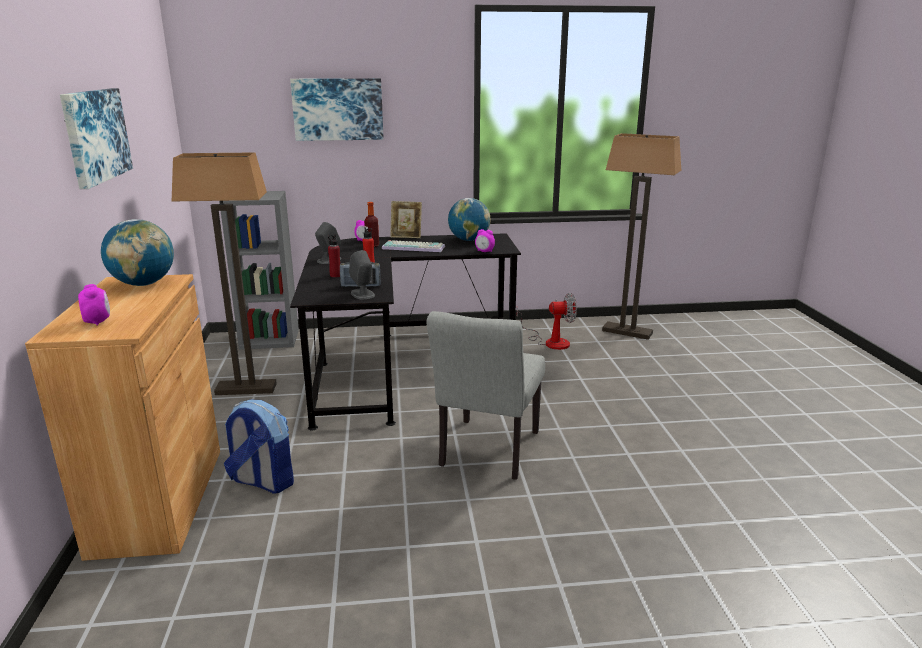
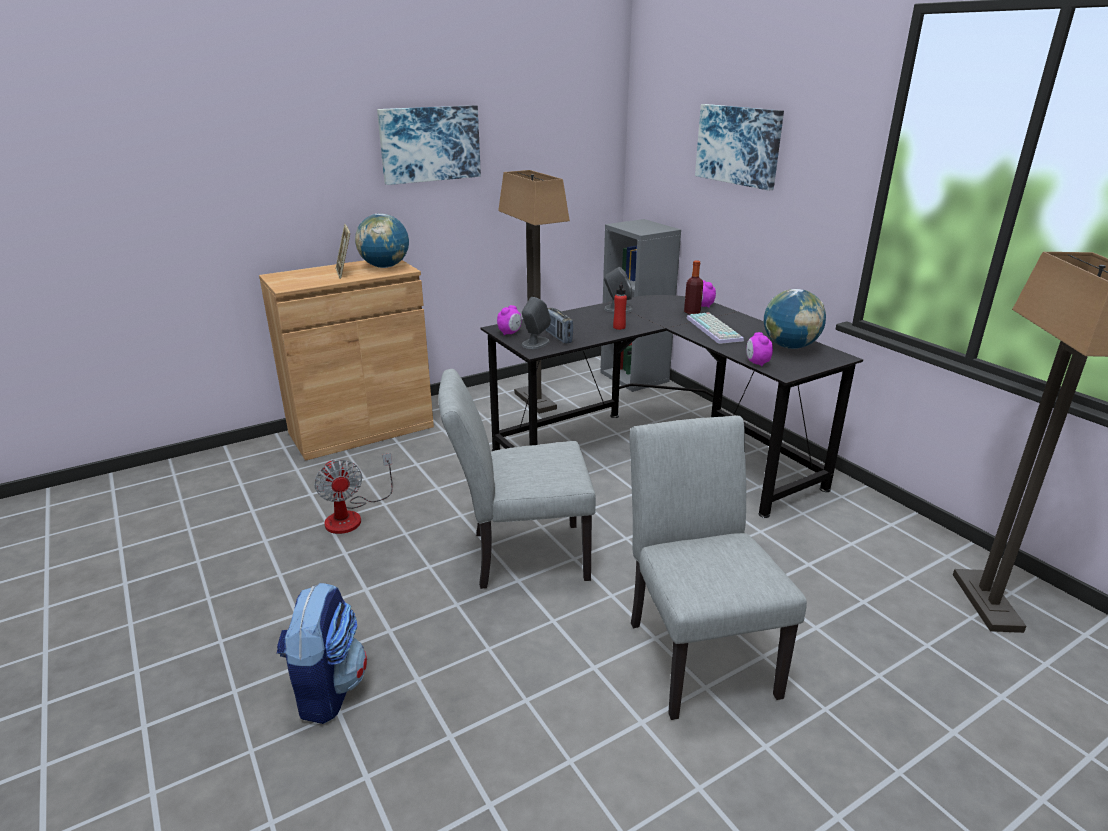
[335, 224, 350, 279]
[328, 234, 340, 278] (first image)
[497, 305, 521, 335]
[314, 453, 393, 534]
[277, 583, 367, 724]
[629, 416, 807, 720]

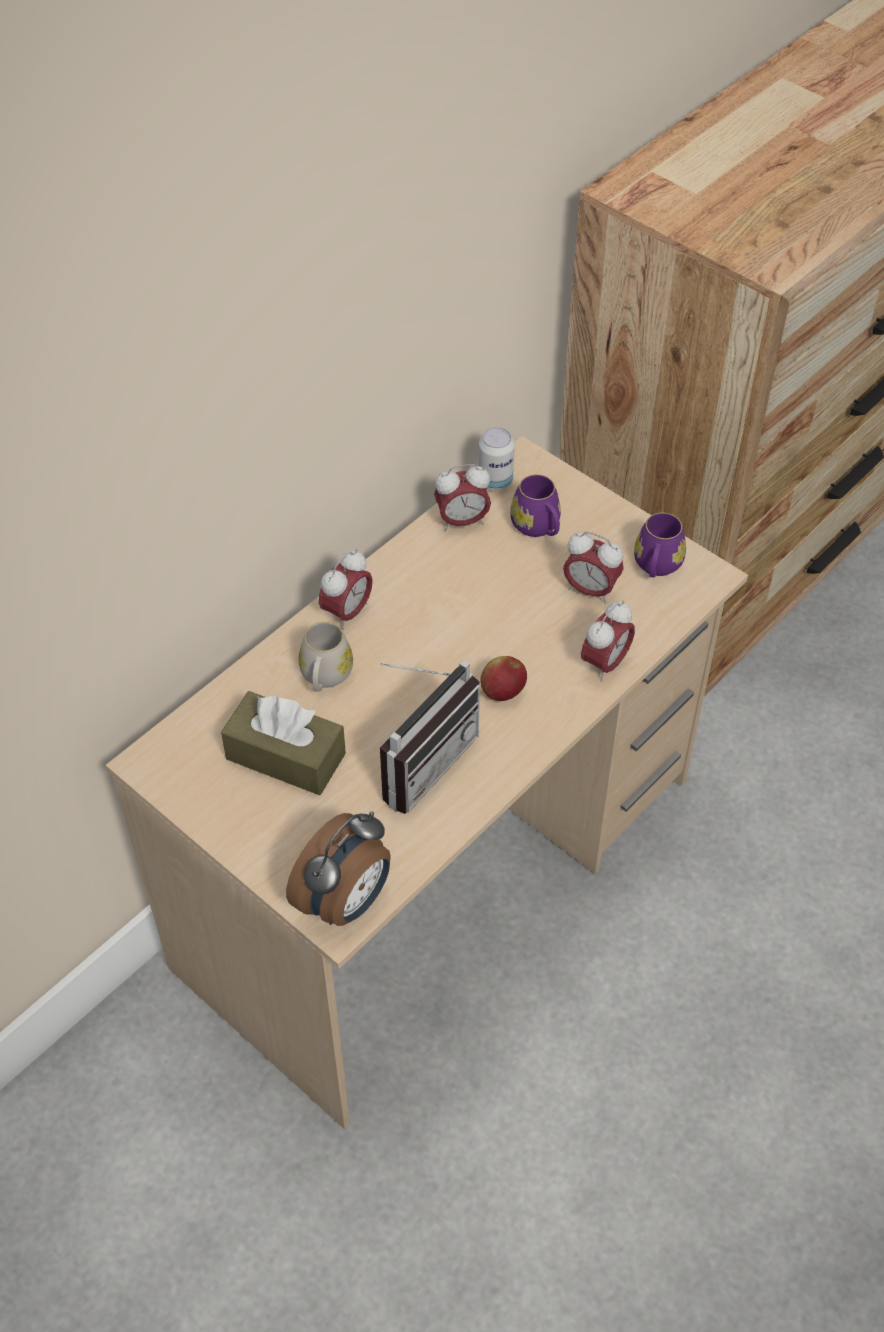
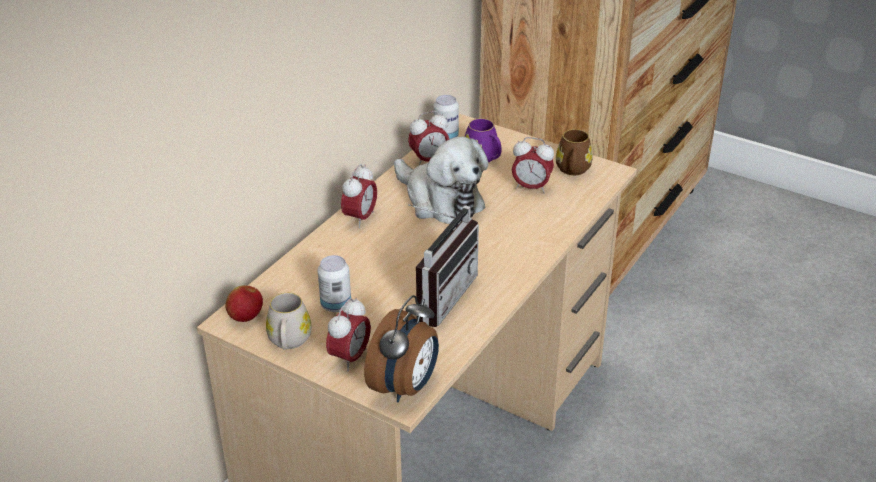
[556, 129, 593, 175]
[326, 297, 371, 371]
[266, 293, 311, 350]
[225, 285, 263, 322]
[318, 255, 351, 312]
[394, 137, 488, 224]

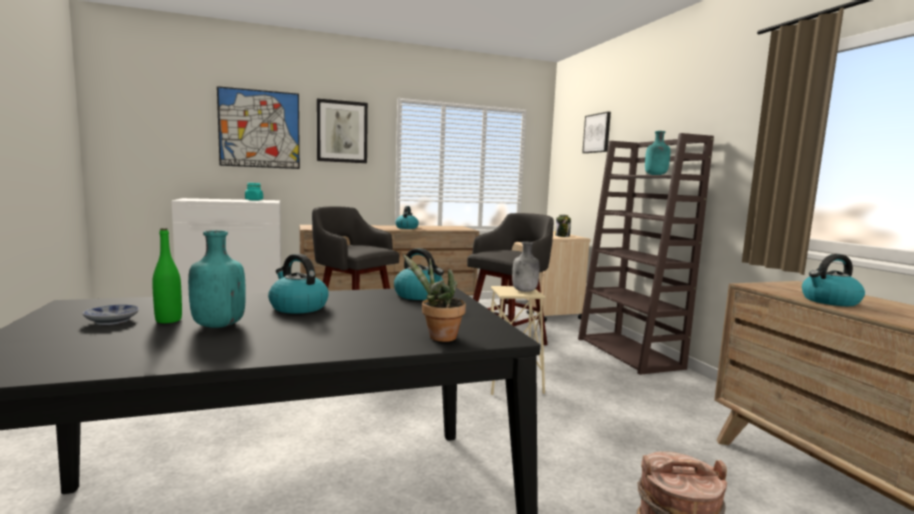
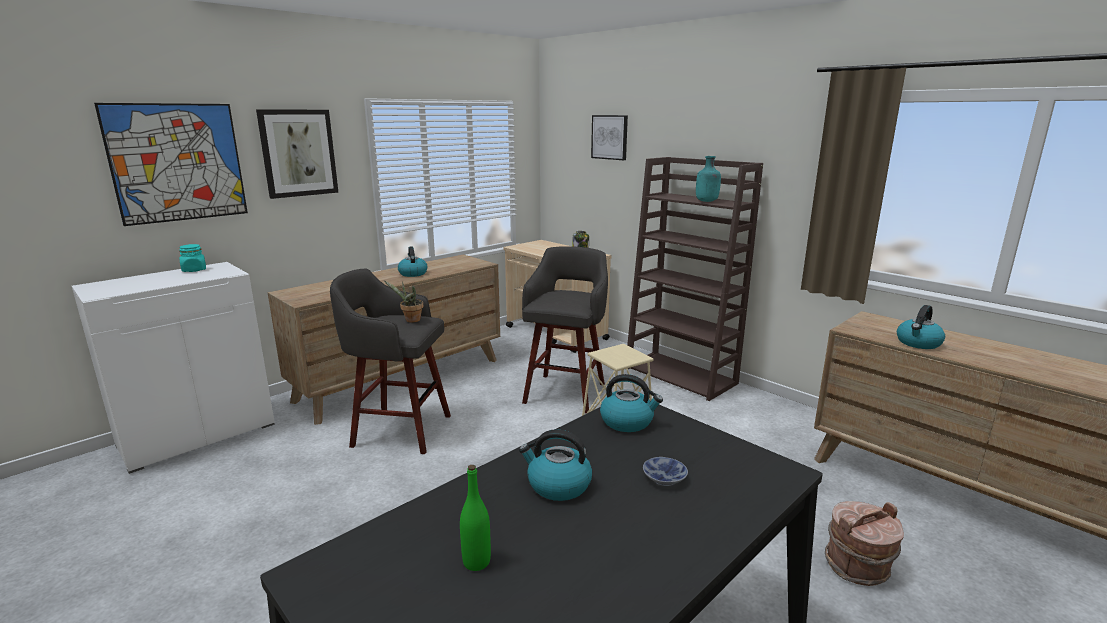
[188, 230, 246, 328] (first image)
[512, 241, 539, 292] (first image)
[384, 281, 423, 323]
[643, 457, 688, 486]

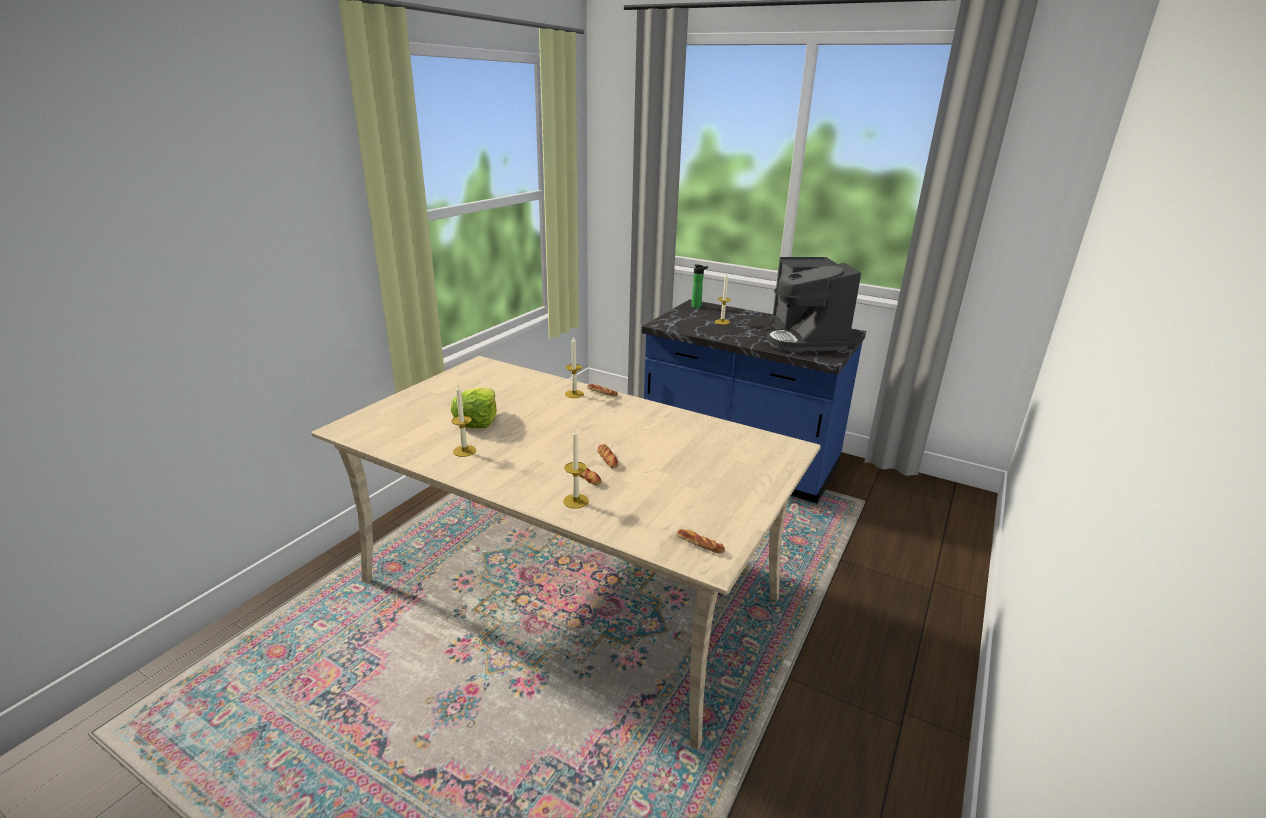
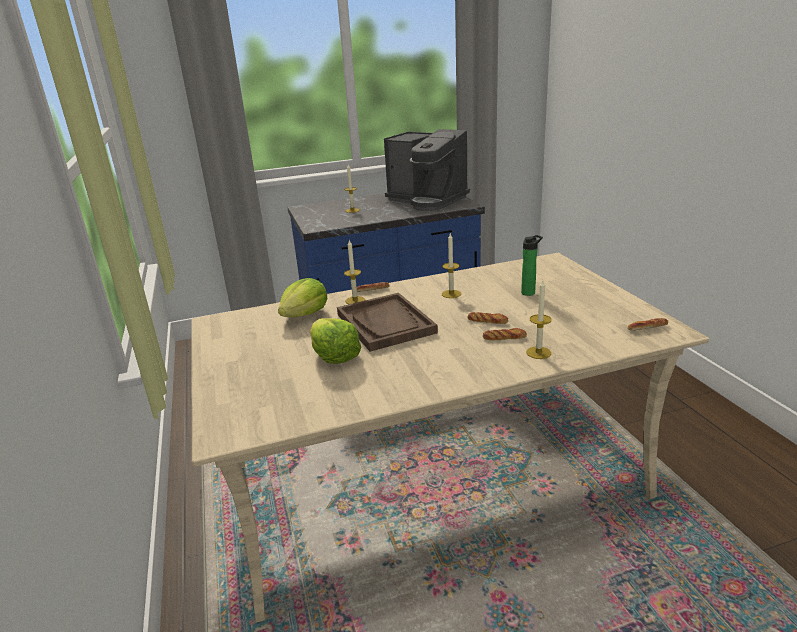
[521, 235, 543, 296]
[442, 233, 461, 298]
[278, 278, 327, 317]
[337, 293, 438, 352]

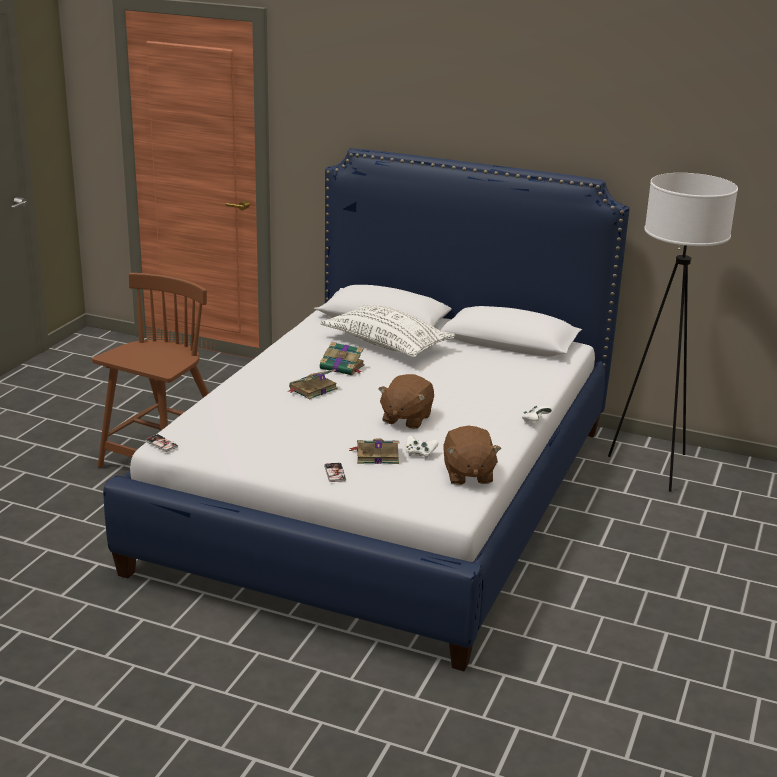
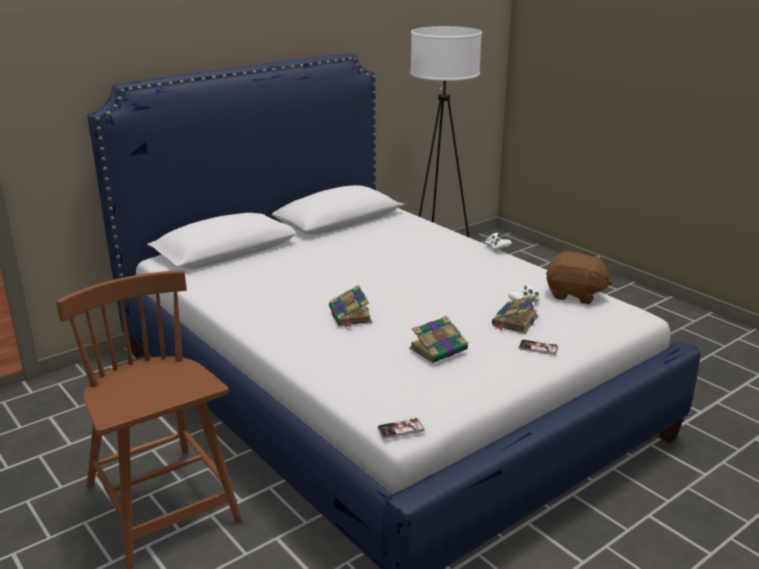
[320, 305, 455, 357] (first image)
[409, 316, 470, 363]
[378, 374, 434, 429] (first image)

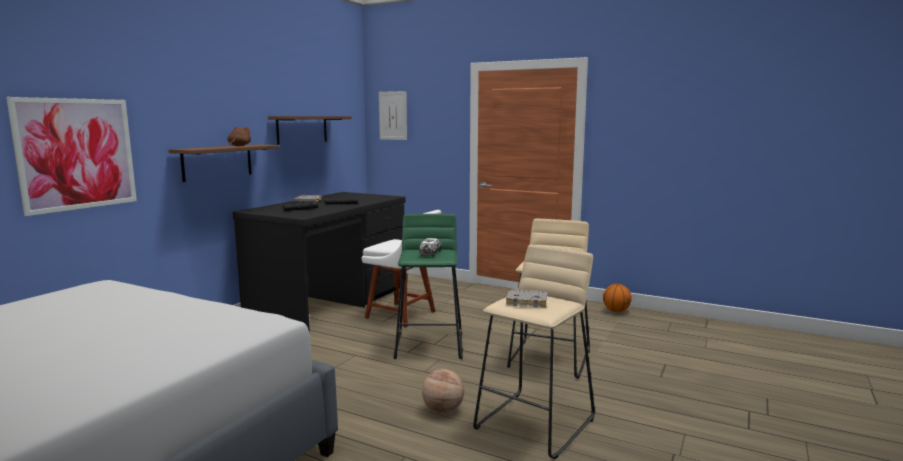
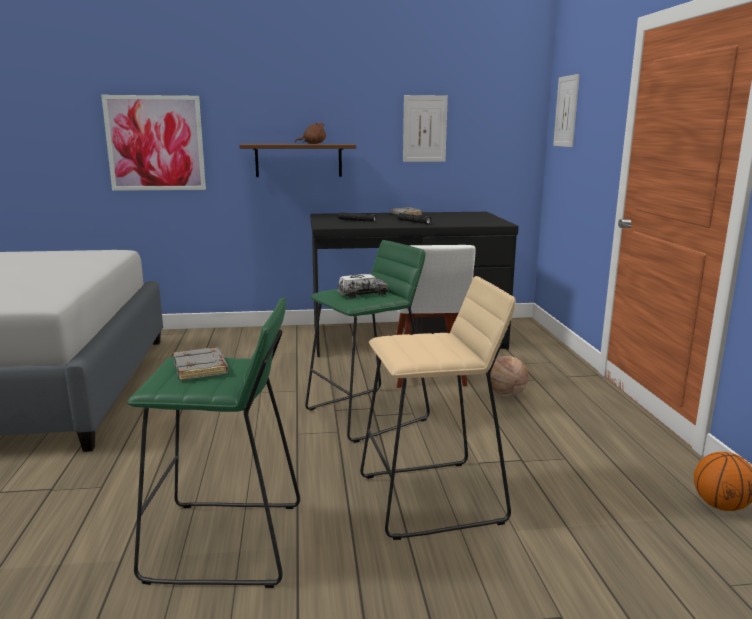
[403, 95, 448, 162]
[127, 297, 300, 588]
[490, 356, 528, 397]

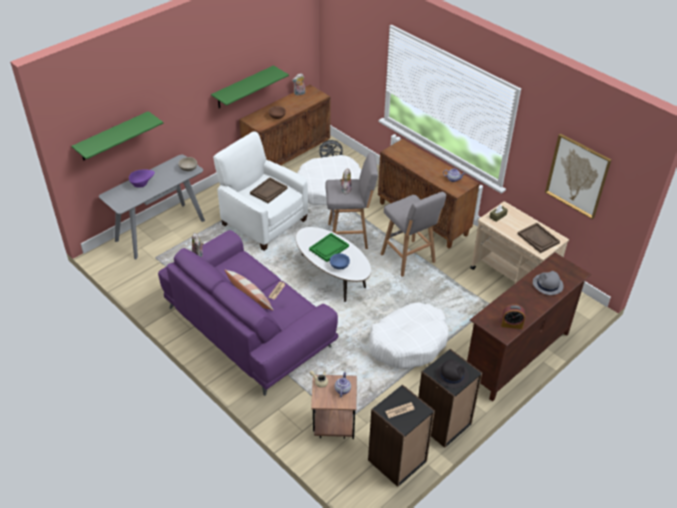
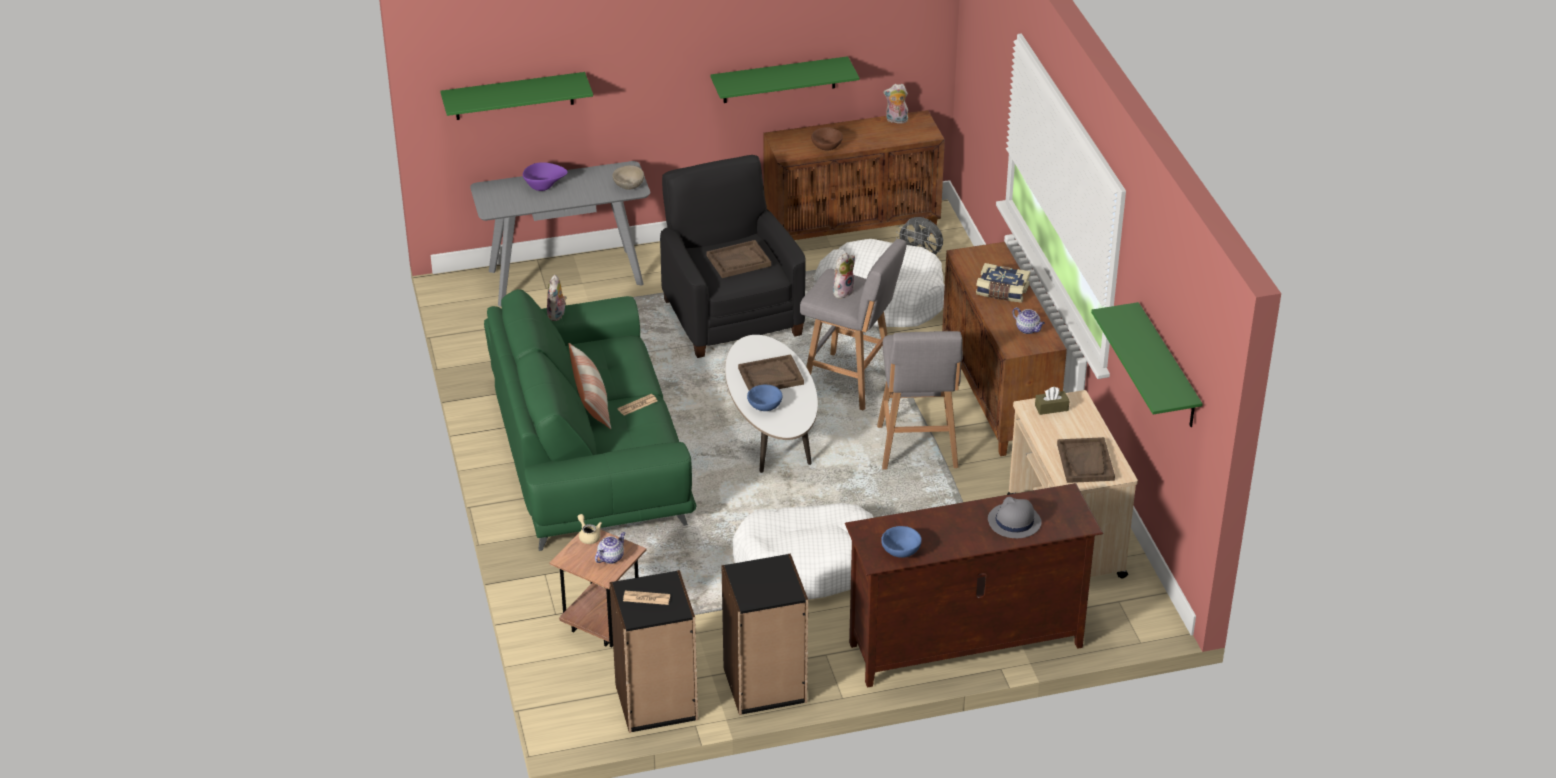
[660, 155, 806, 358]
[1091, 302, 1203, 427]
[484, 289, 697, 551]
[738, 355, 804, 390]
[881, 526, 922, 558]
[436, 359, 469, 388] (first image)
[976, 263, 1030, 303]

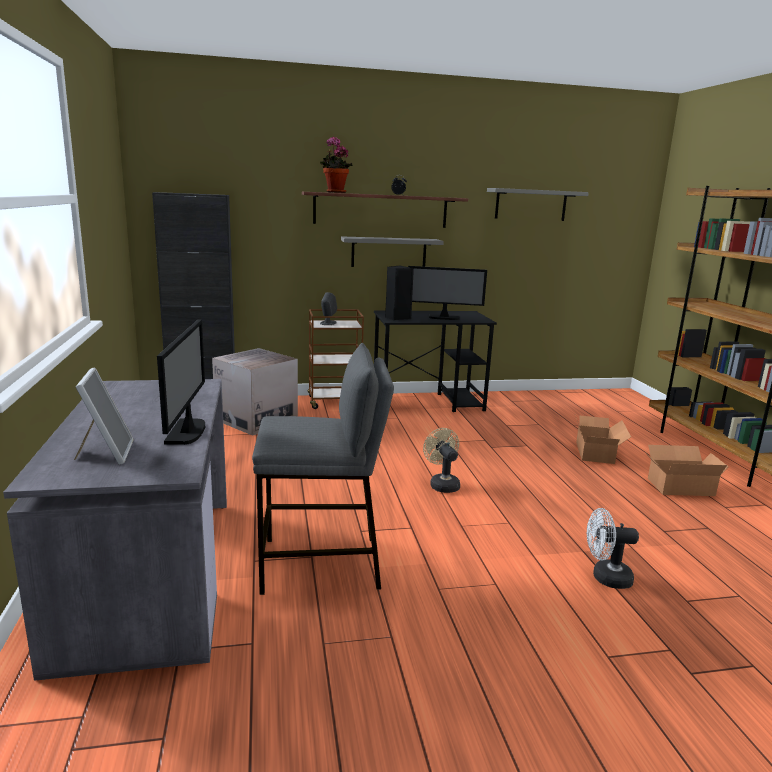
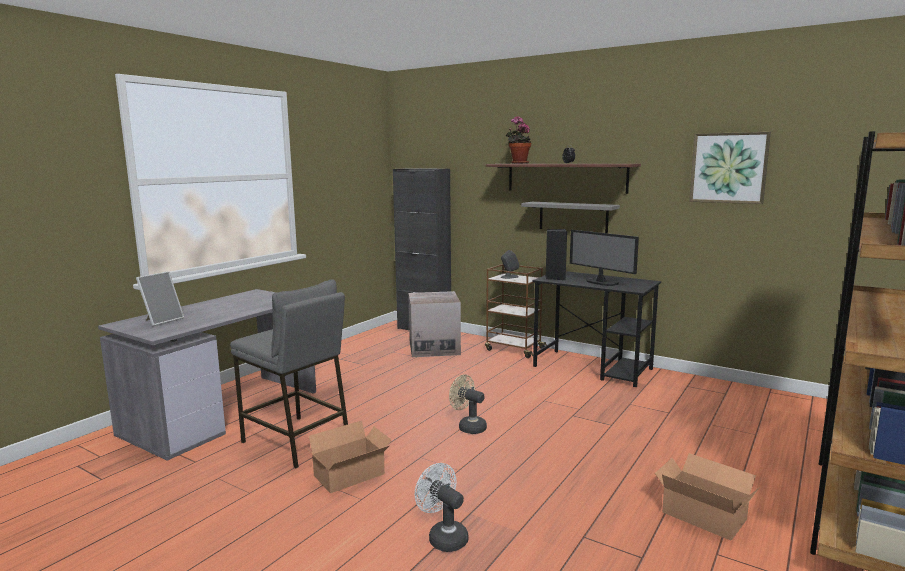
[689, 132, 771, 204]
[157, 319, 205, 445] (first image)
[309, 420, 391, 493]
[449, 375, 487, 434]

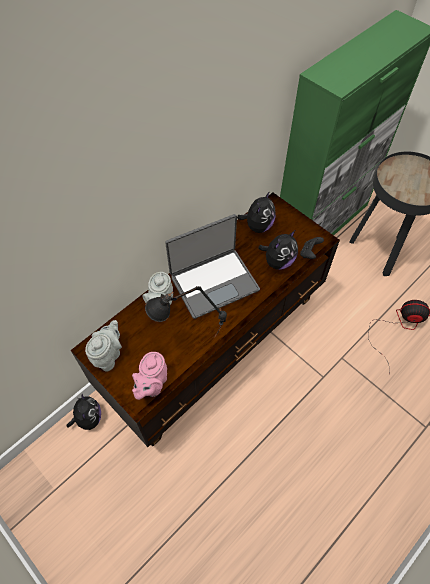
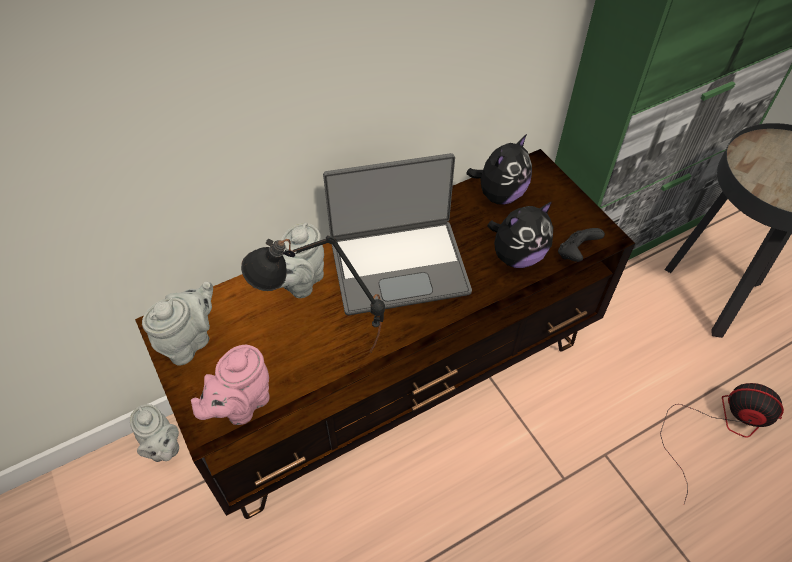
[130, 404, 179, 462]

